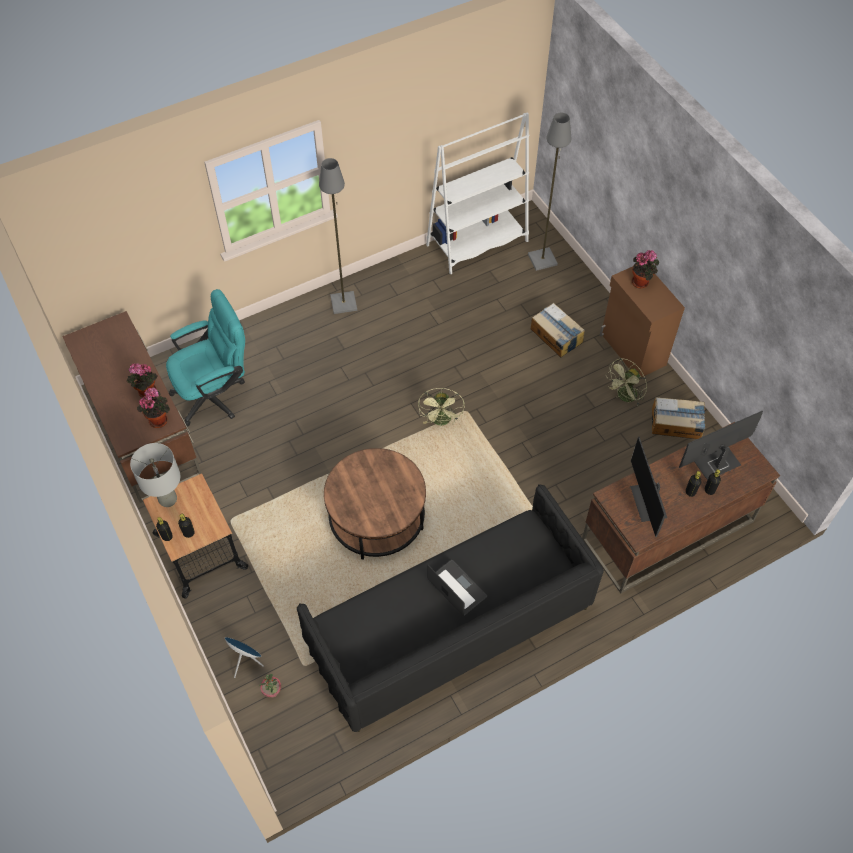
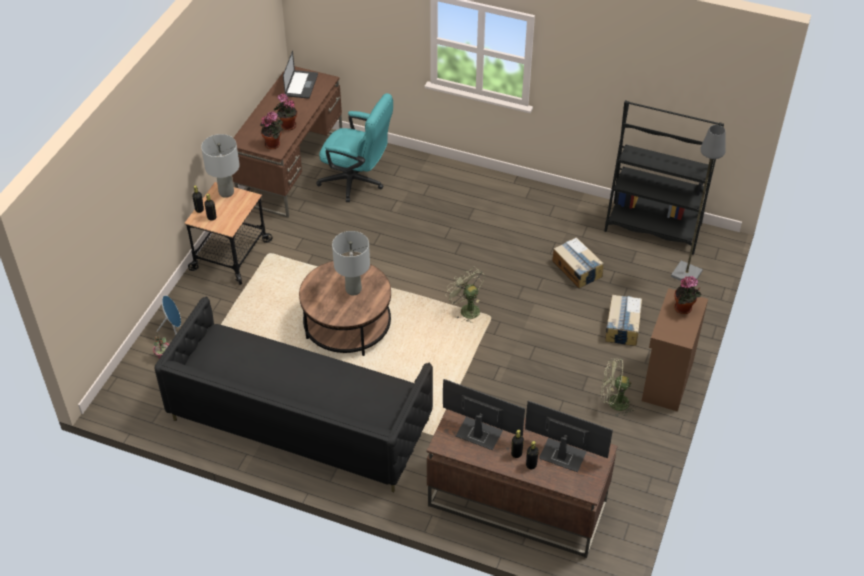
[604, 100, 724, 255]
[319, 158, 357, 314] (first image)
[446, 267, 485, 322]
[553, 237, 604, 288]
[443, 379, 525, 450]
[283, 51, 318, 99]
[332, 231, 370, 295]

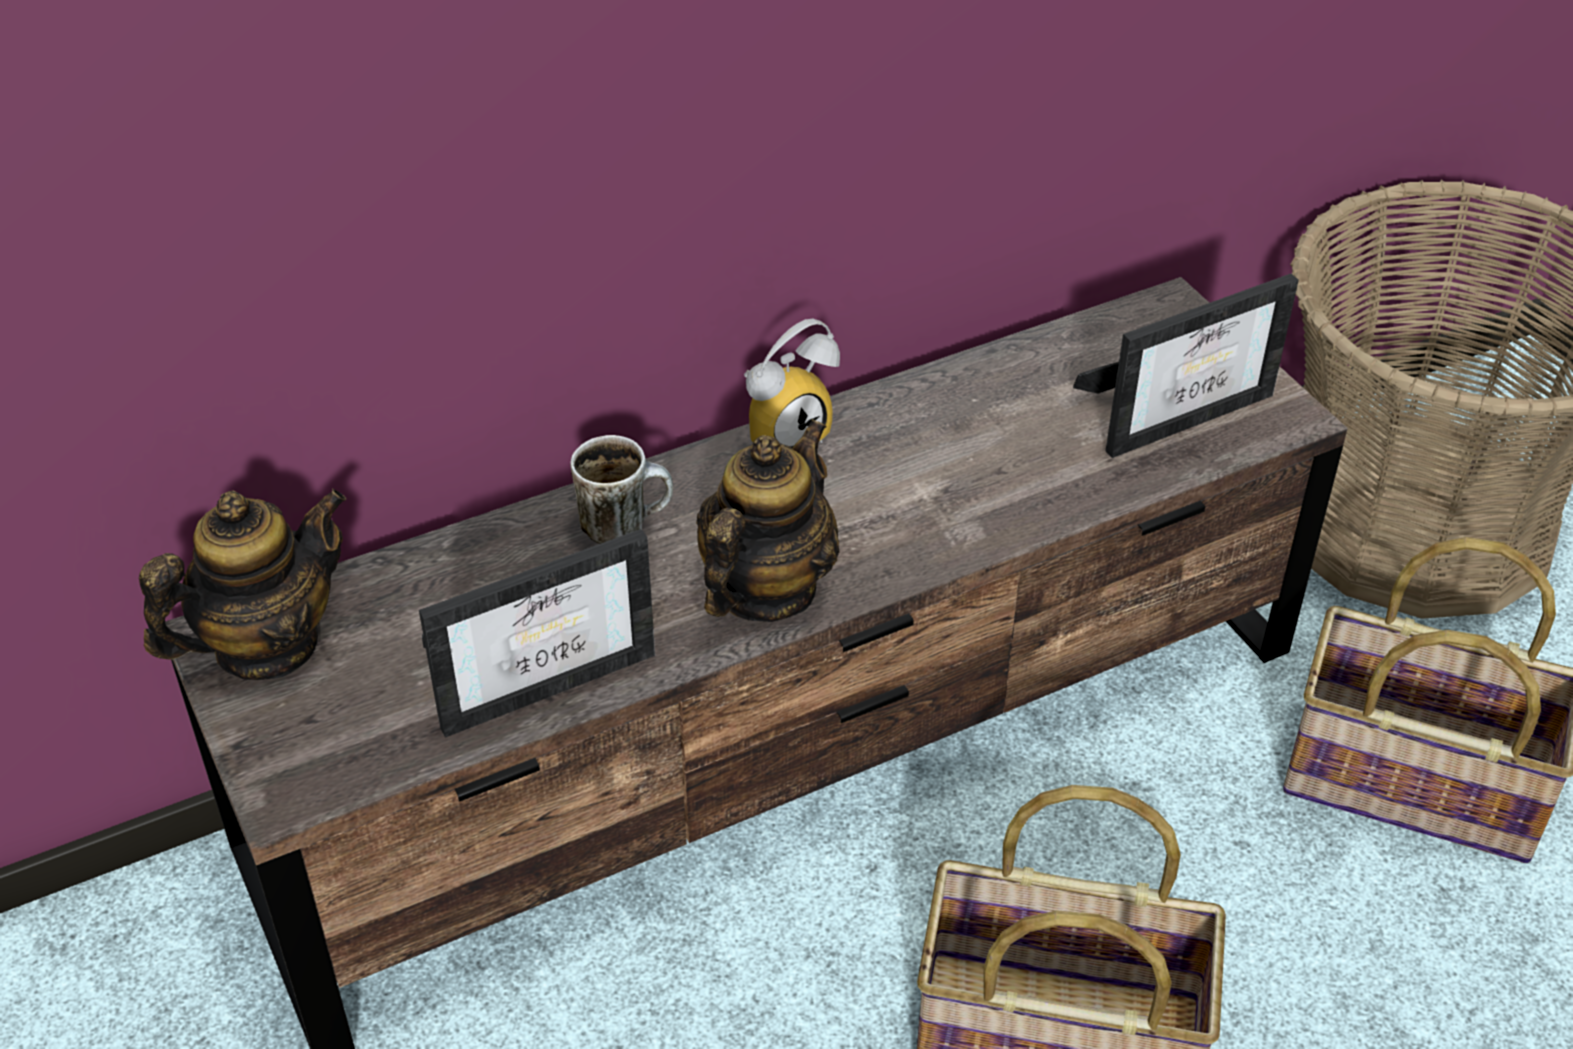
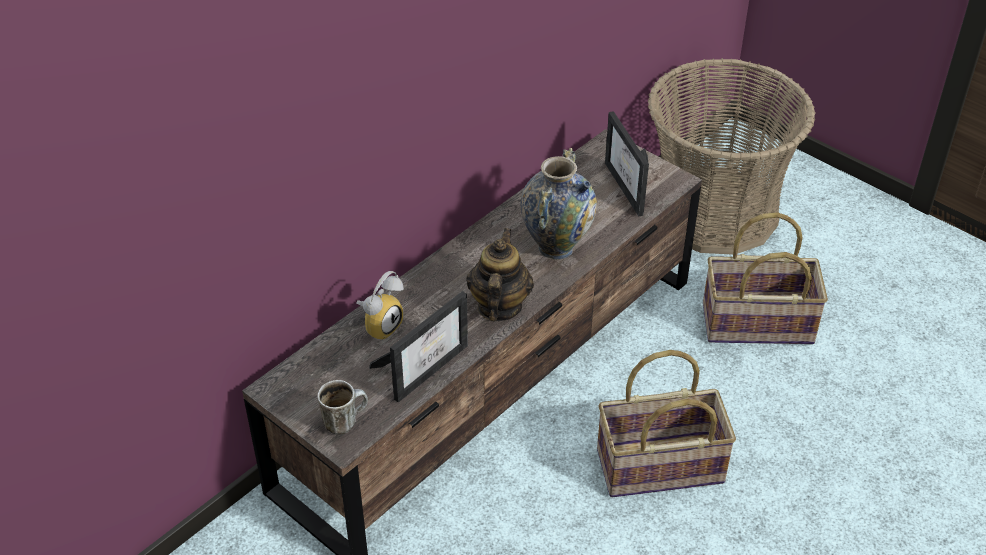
[605, 111, 649, 216]
[356, 271, 404, 341]
[317, 380, 368, 435]
[139, 488, 346, 680] (first image)
[521, 148, 597, 260]

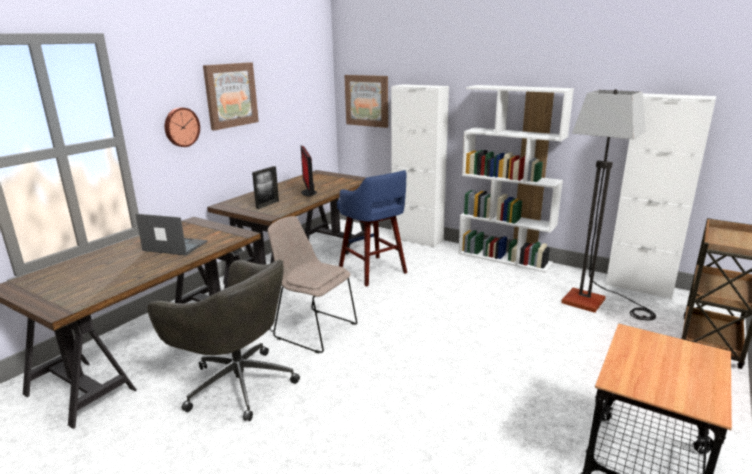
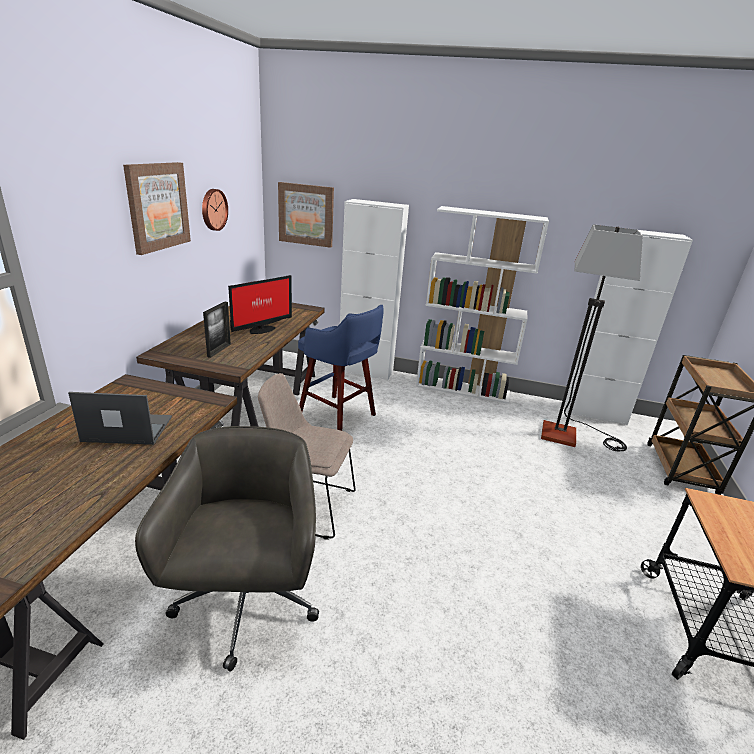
[202, 189, 228, 231]
[228, 275, 292, 334]
[135, 426, 319, 671]

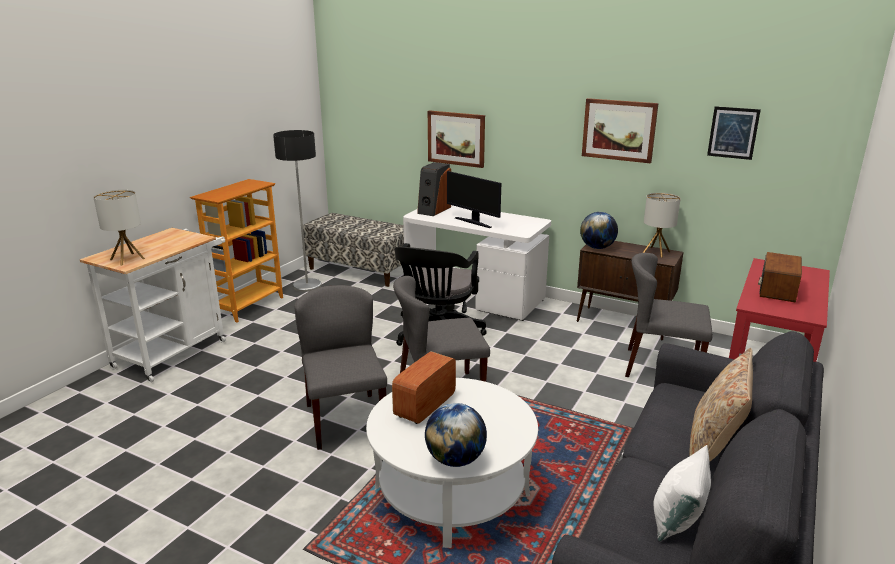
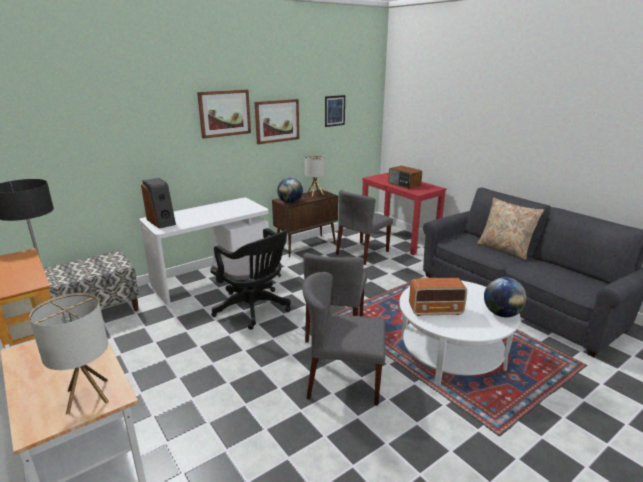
[197, 89, 251, 139]
[447, 171, 501, 228] (first image)
[409, 278, 467, 316]
[654, 445, 711, 541] (first image)

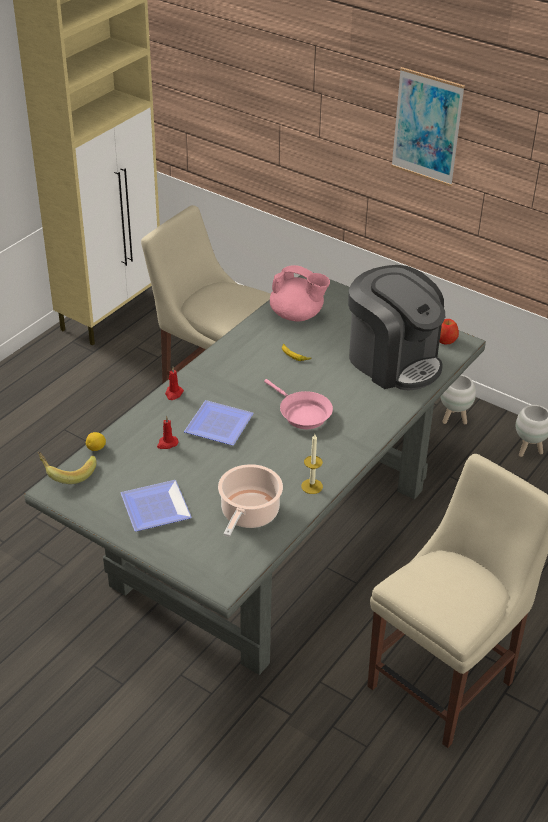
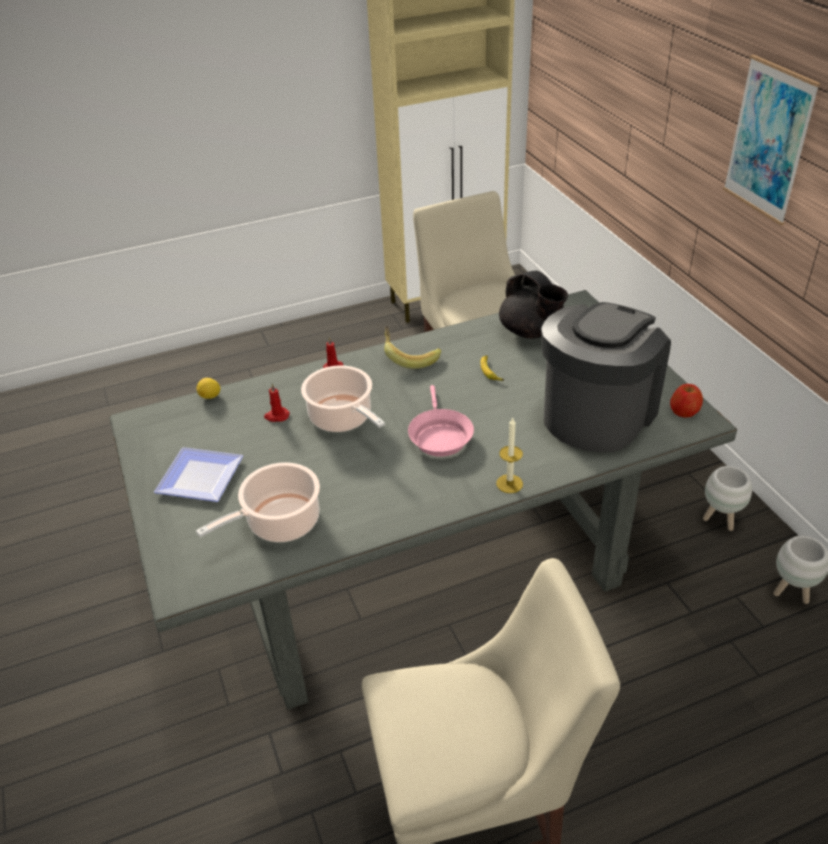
[499, 270, 568, 339]
[541, 302, 671, 452]
[301, 365, 385, 432]
[496, 418, 523, 493]
[384, 326, 441, 369]

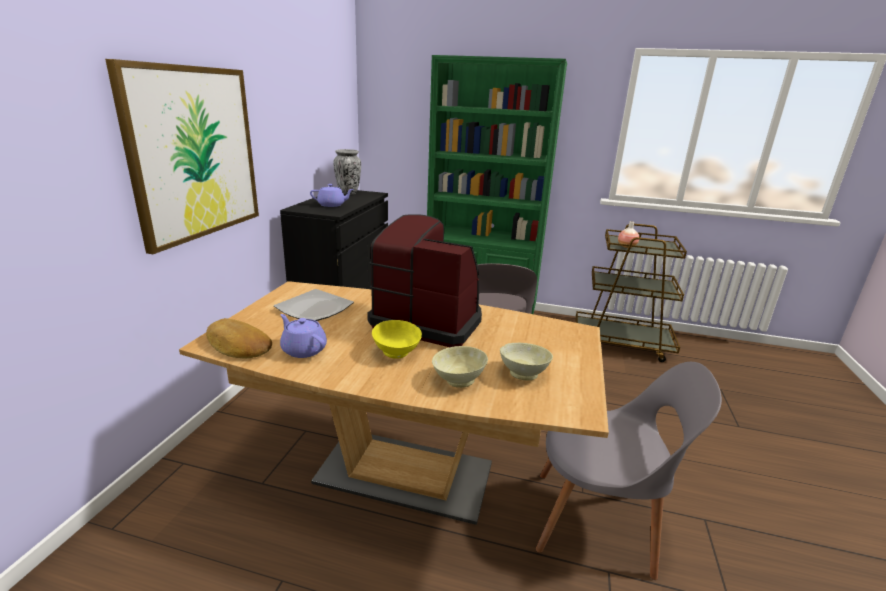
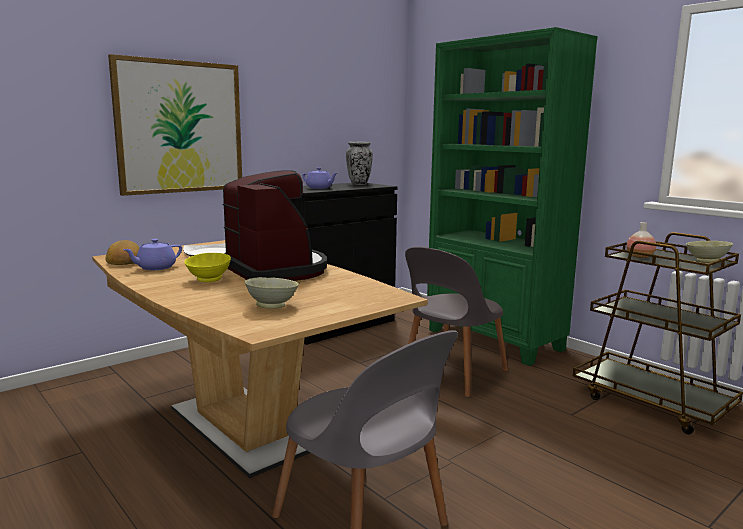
[123, 239, 182, 270]
[686, 241, 733, 263]

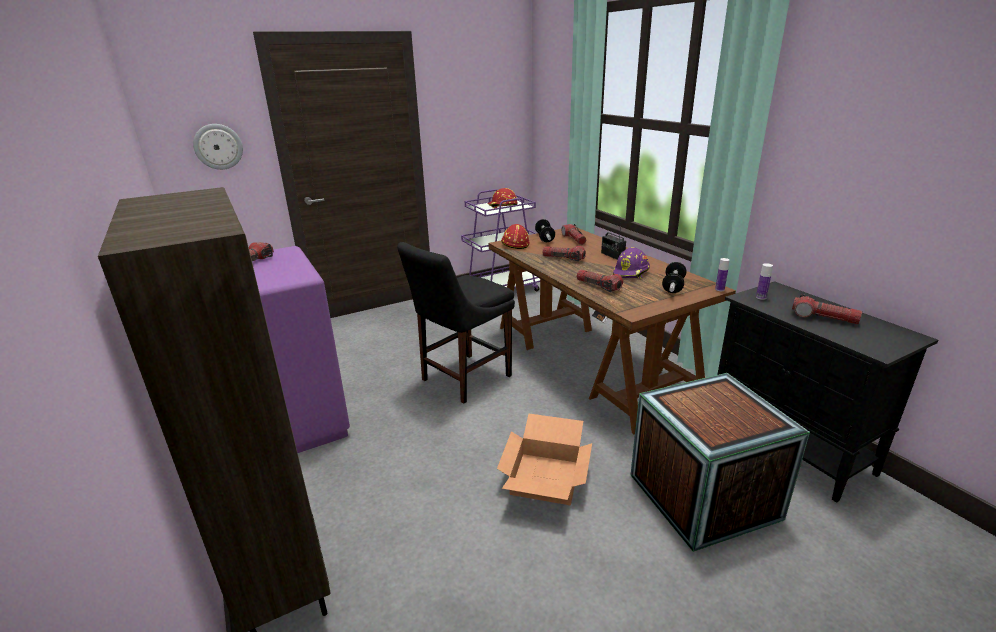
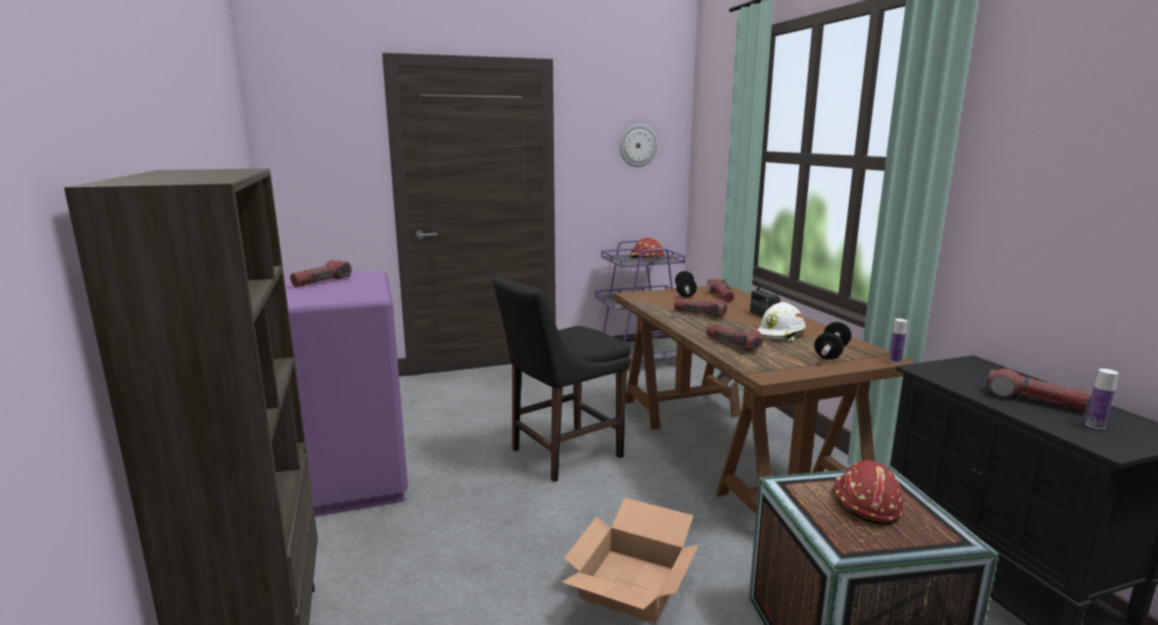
[619, 124, 658, 167]
[831, 461, 903, 525]
[758, 302, 806, 341]
[1085, 369, 1119, 429]

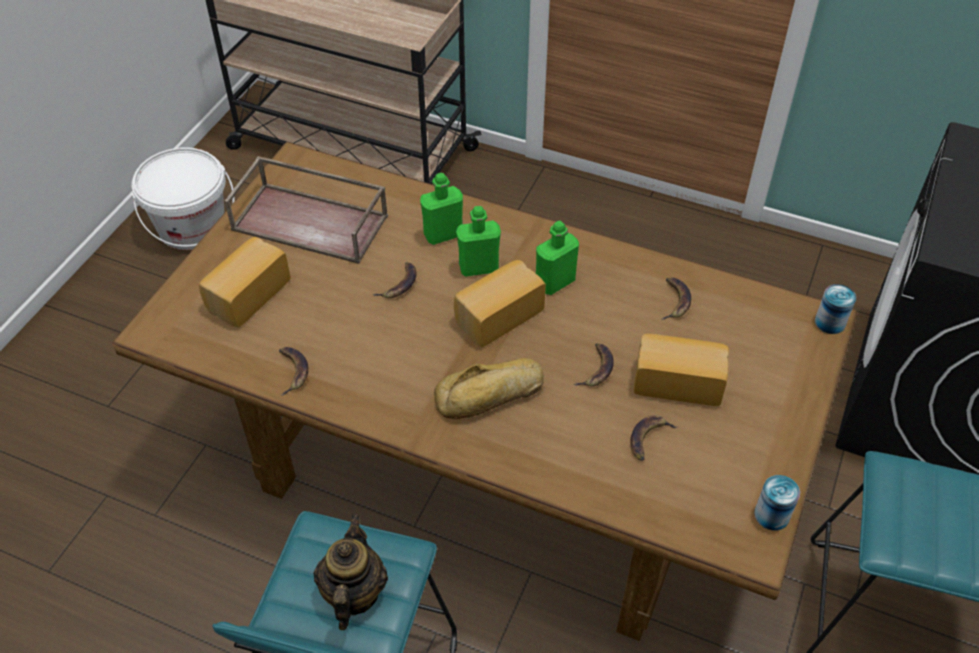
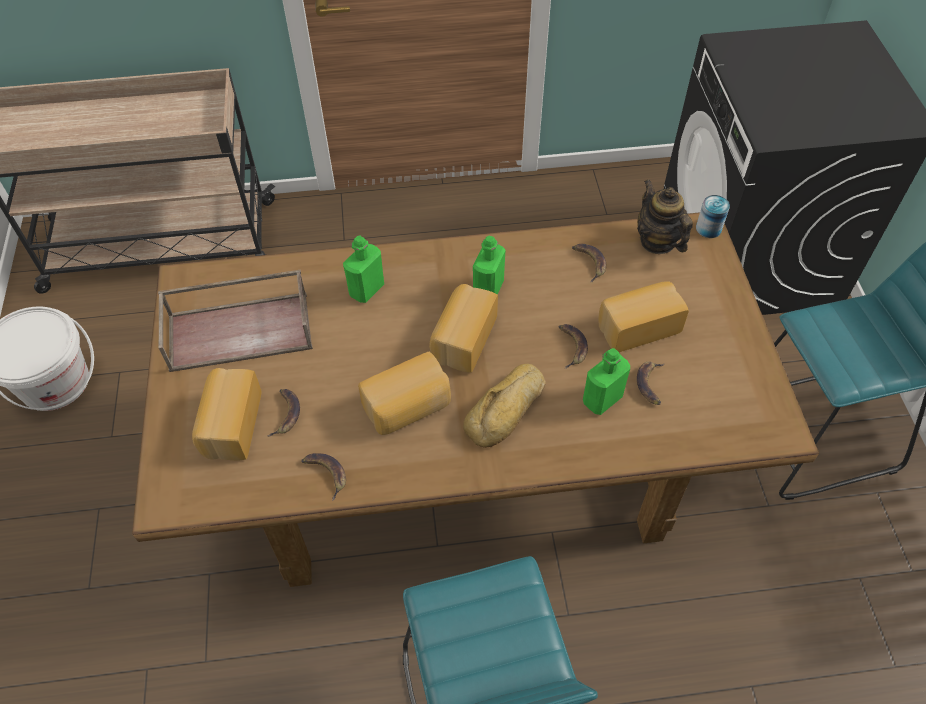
[583, 348, 630, 415]
[268, 389, 300, 436]
[754, 475, 800, 531] (first image)
[637, 179, 693, 254]
[358, 352, 451, 435]

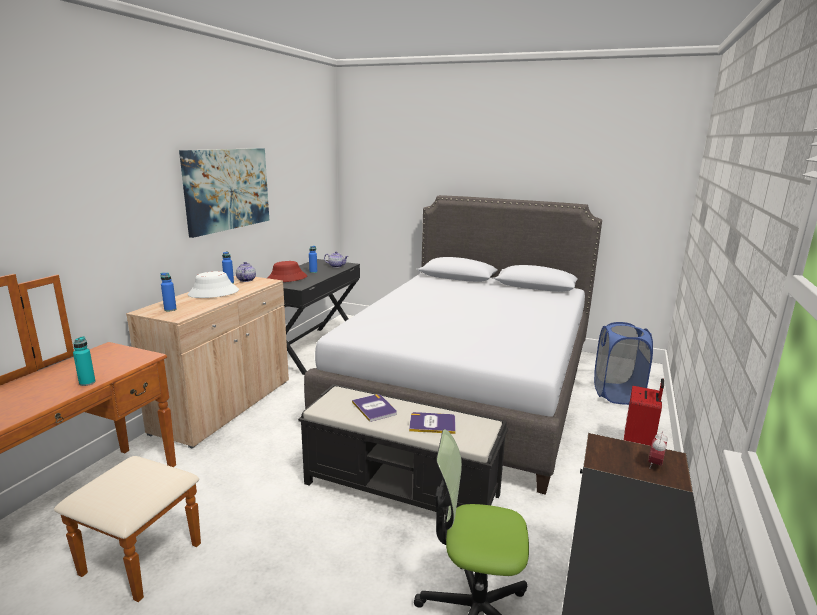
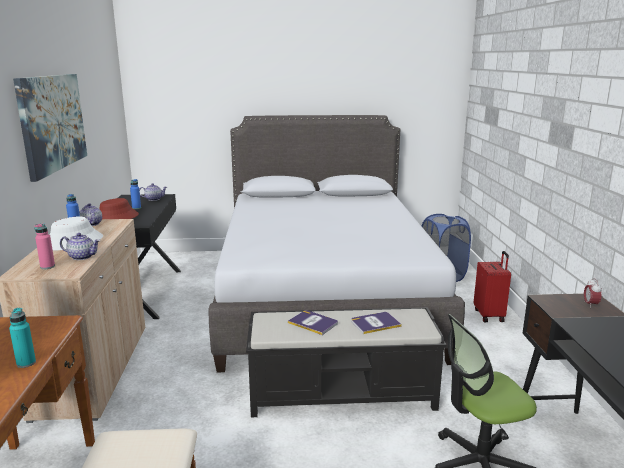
[35, 224, 55, 269]
[60, 233, 100, 260]

